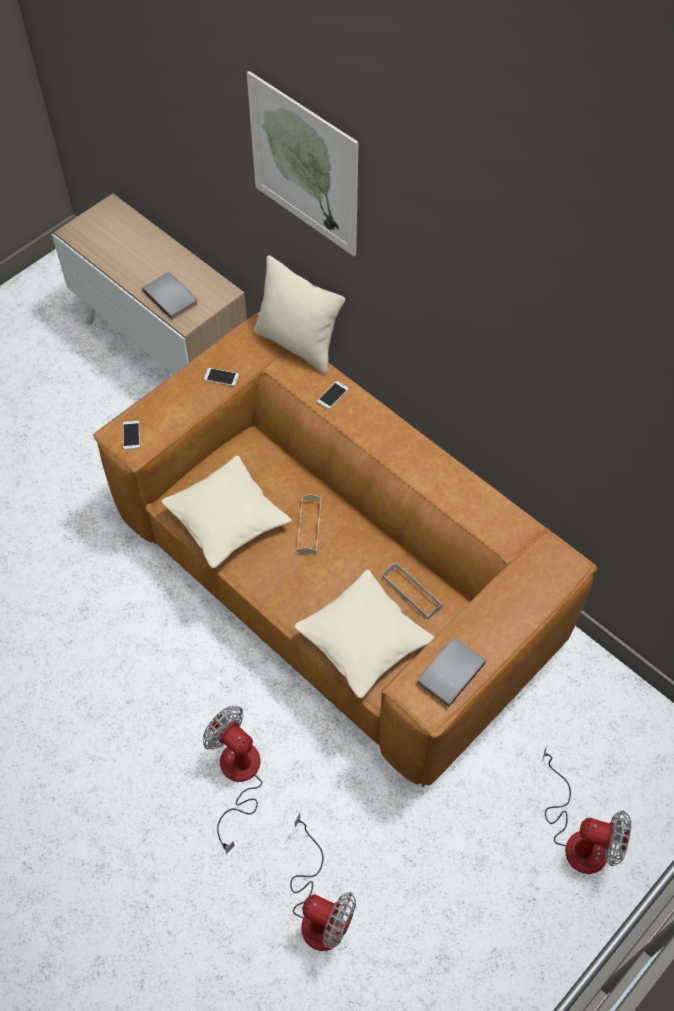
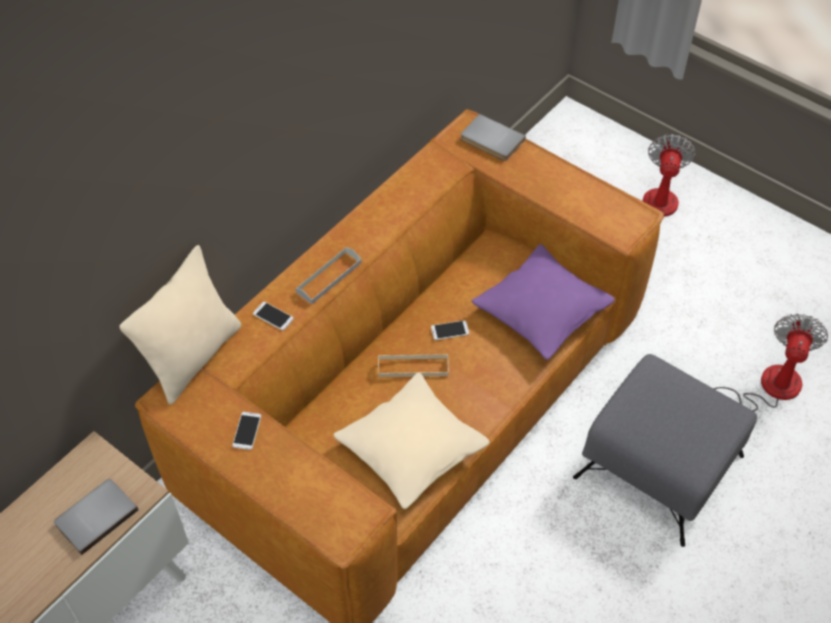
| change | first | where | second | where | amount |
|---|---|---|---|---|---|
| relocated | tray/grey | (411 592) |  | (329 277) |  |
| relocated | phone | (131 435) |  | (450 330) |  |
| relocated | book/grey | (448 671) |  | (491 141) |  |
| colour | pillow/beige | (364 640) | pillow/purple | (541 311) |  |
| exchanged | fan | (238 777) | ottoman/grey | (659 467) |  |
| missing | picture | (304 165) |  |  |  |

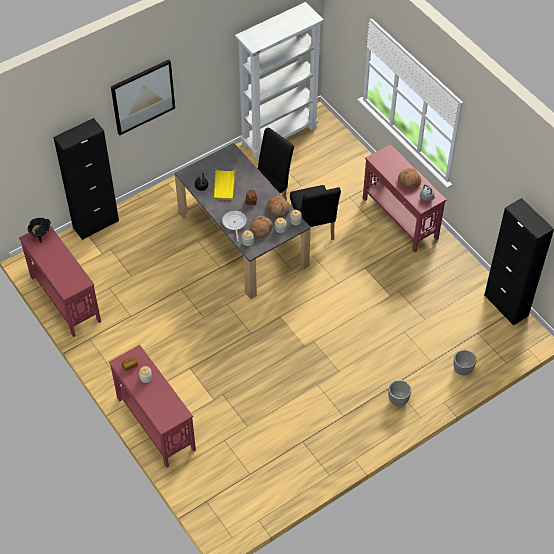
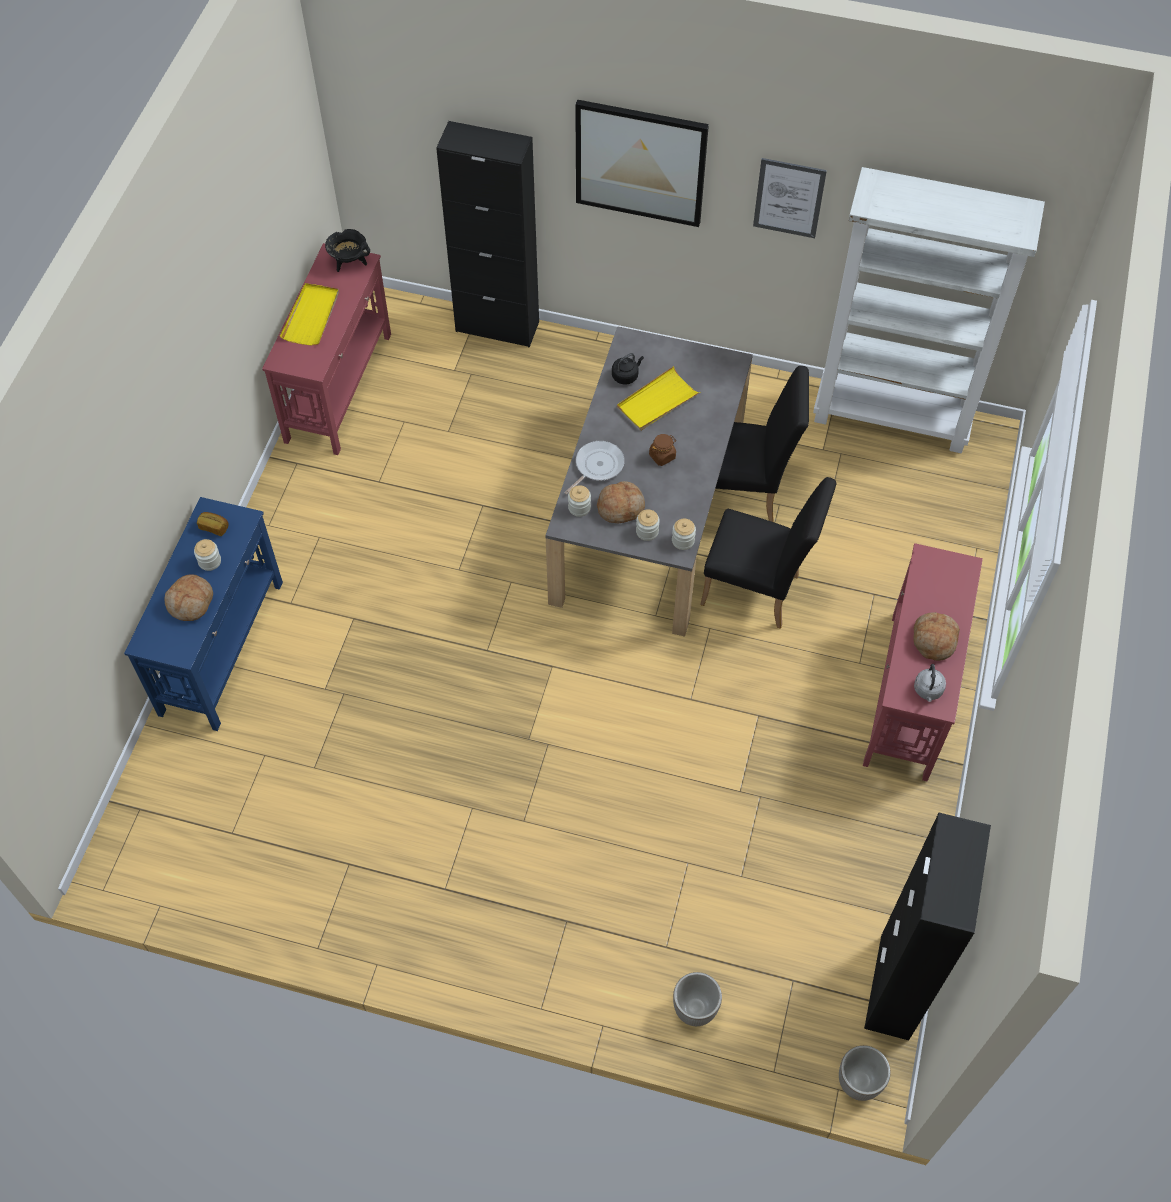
| change | first | where | second | where | amount |
|---|---|---|---|---|---|
| colour | console table/red | (156 423) | console table/blue | (223 646) |  |
| relocated | bread | (278 209) |  | (191 602) |  |
| appeared |  |  | tray/yellow | (311 316) |  |
| spun | chair/black | (313 230) |  | (758 592) | 105 degrees counterclockwise |
| appeared |  |  | picture | (789 198) |  |
| relocated | planter | (397 400) |  | (858 1081) |  |

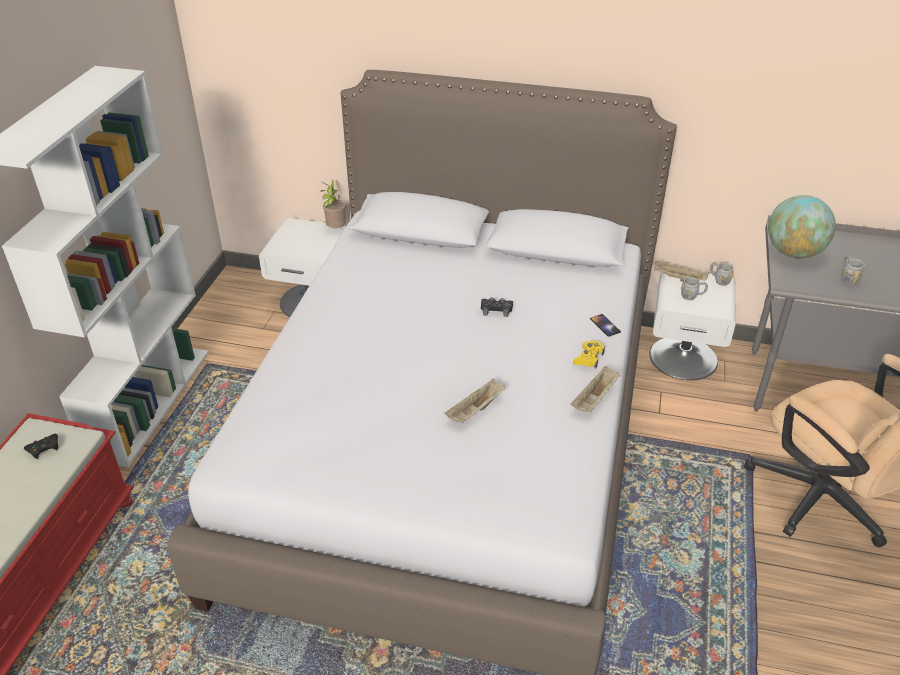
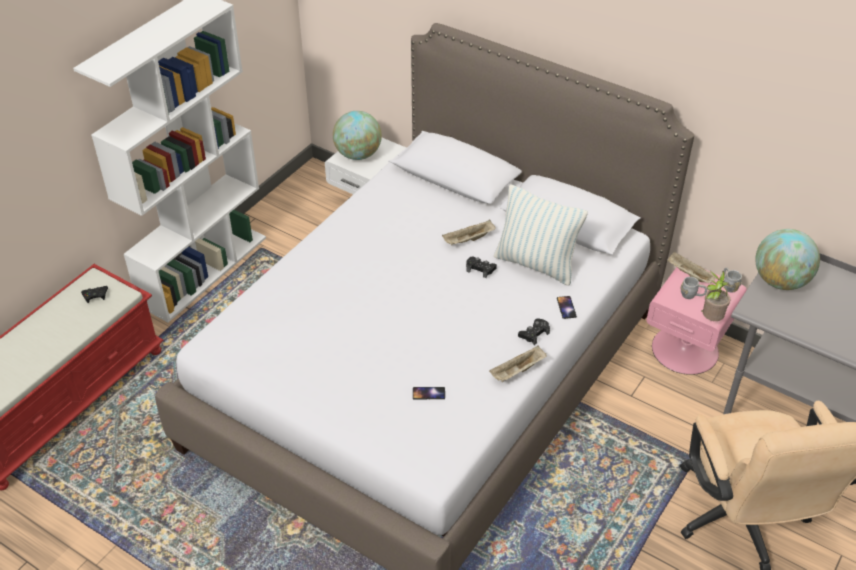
| change | first | where | second | where | amount |
|---|---|---|---|---|---|
| appeared |  |  | globe | (358 154) |  |
| appeared |  |  | phone | (428 393) |  |
| relocated | tray/beige | (475 411) |  | (468 240) |  |
| appeared |  |  | pillow | (536 264) |  |
| colour | game controller/yellow | (588 358) | game controller/black | (534 334) |  |
| colour | nightstand/white | (683 357) | nightstand/pink | (685 349) |  |
| relocated | potted plant | (335 229) |  | (710 319) |  |
| missing | mug/grey | (847 277) |  |  |  |

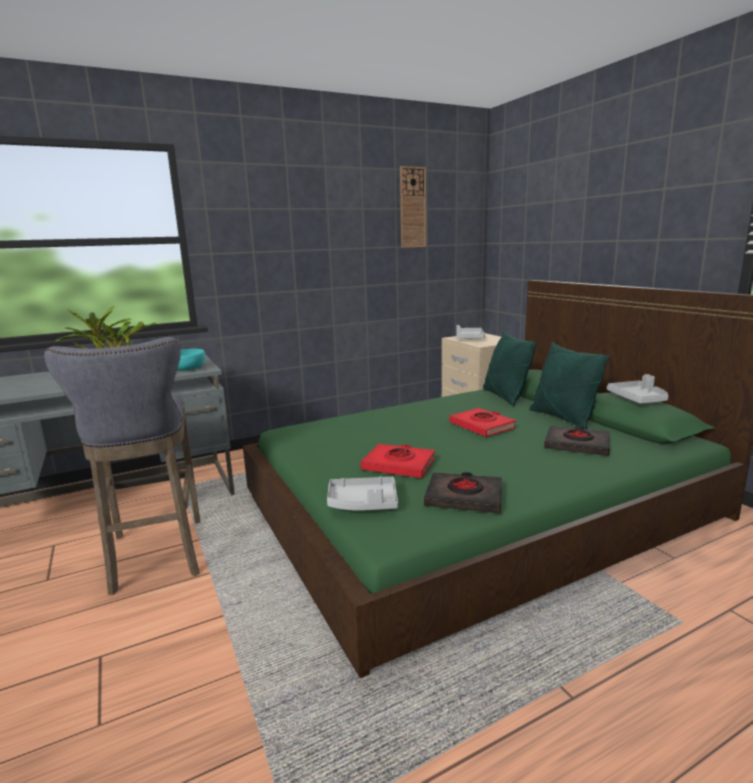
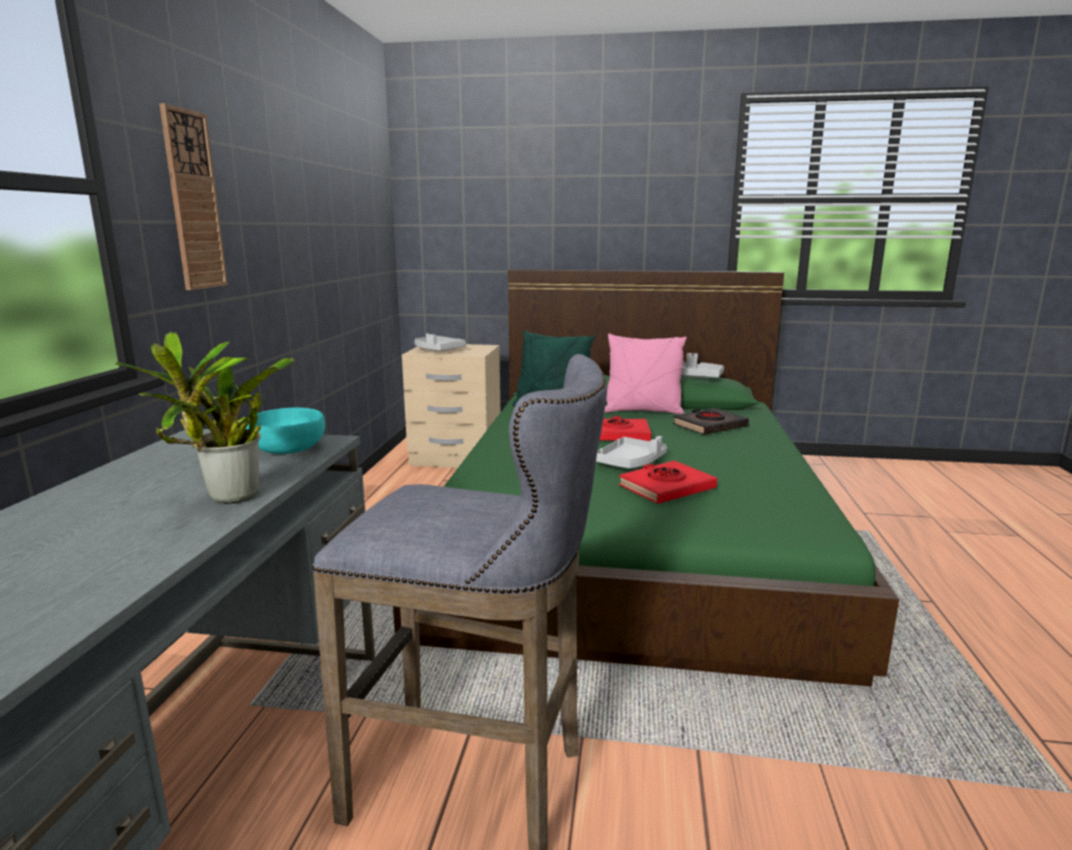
| change | first | where | second | where | amount |
|---|---|---|---|---|---|
| relocated | wall clock | (412 208) |  | (193 201) |  |
| relocated | tray/grey | (363 503) |  | (630 462) |  |
| colour | pillow/green | (562 418) | pillow/pink | (642 411) |  |
| missing | book/black | (464 498) |  |  |  |

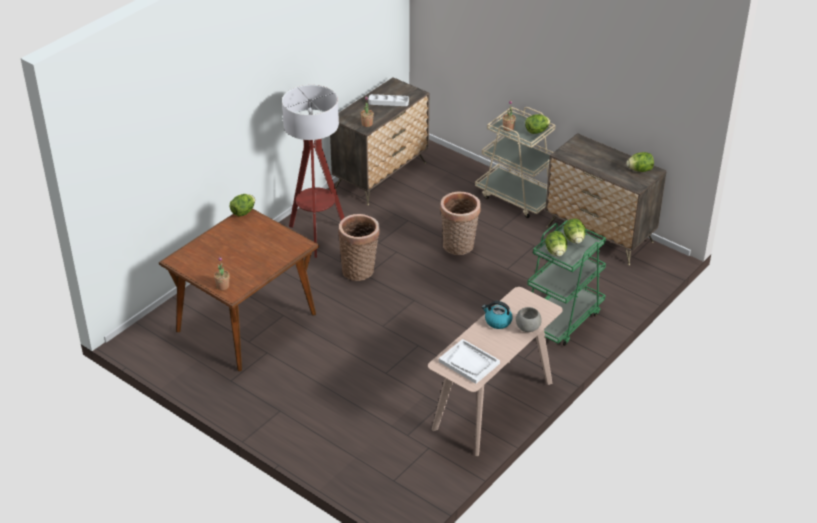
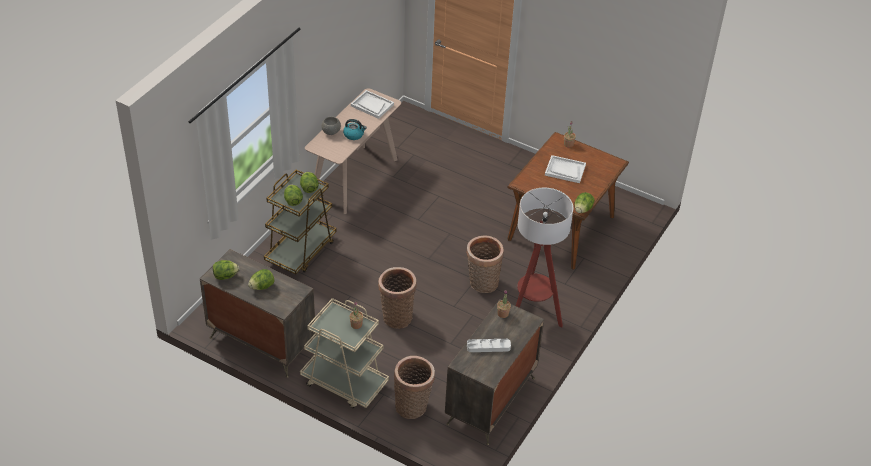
| change | first | where | second | where | amount |
|---|---|---|---|---|---|
| relocated | lettuce | (536 131) |  | (262 286) |  |
| colour | cart/green | (562 319) | cart/brown | (301 251) |  |
| appeared |  |  | basket | (413 406) |  |
| appeared |  |  | tray/white | (565 170) |  |

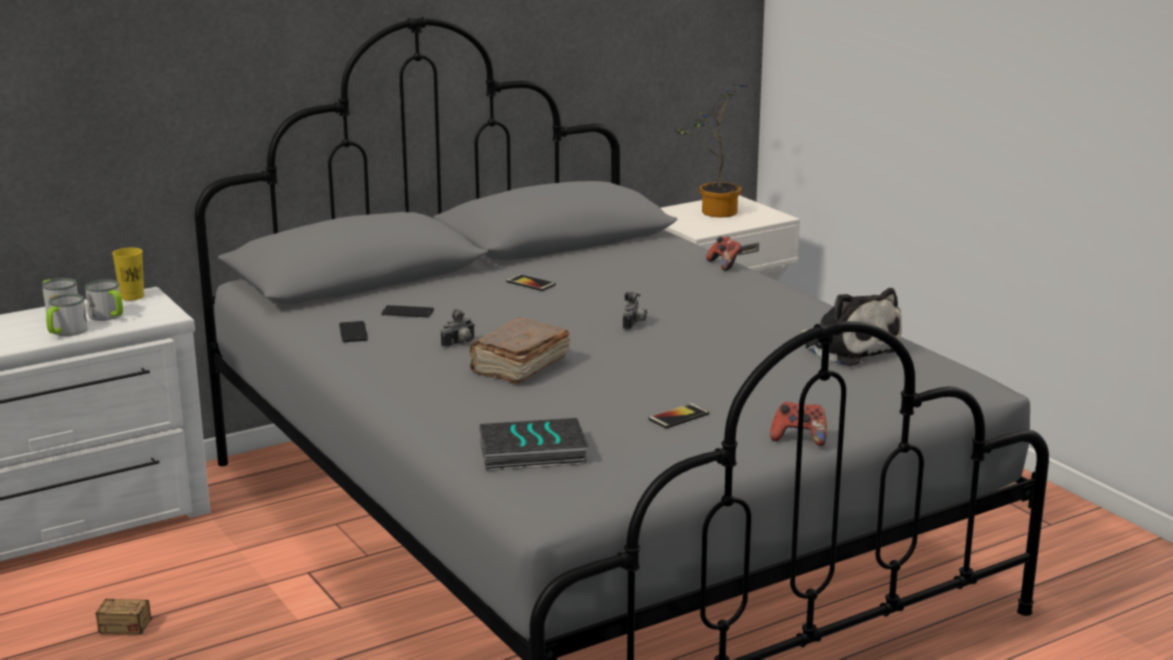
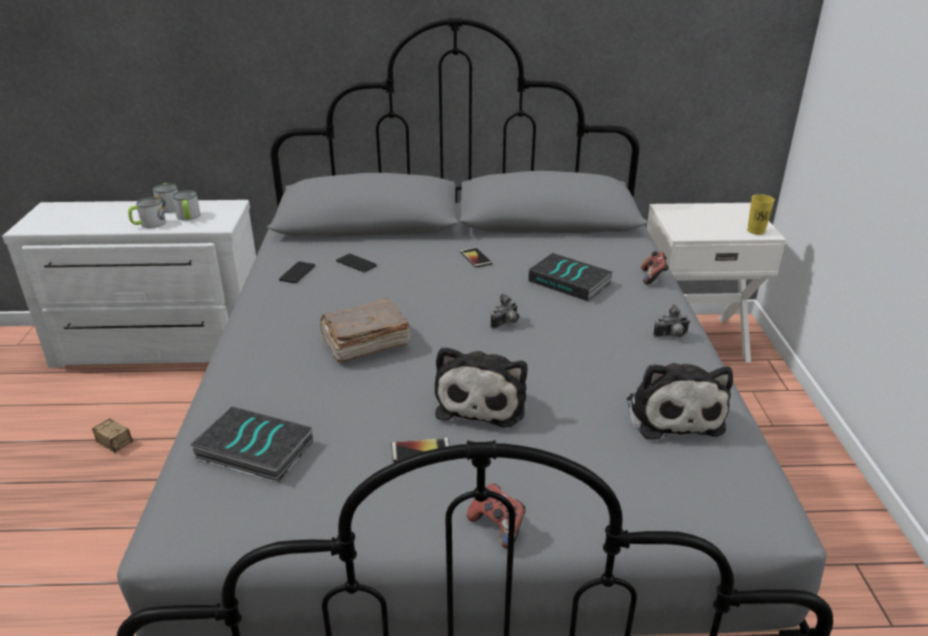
| change | first | where | second | where | amount |
|---|---|---|---|---|---|
| appeared |  |  | plush toy | (482 401) |  |
| appeared |  |  | book | (571 282) |  |
| relocated | photo camera | (460 344) |  | (672 336) |  |
| relocated | cup/yellow | (132 297) |  | (756 231) |  |
| missing | potted plant | (713 212) |  |  |  |

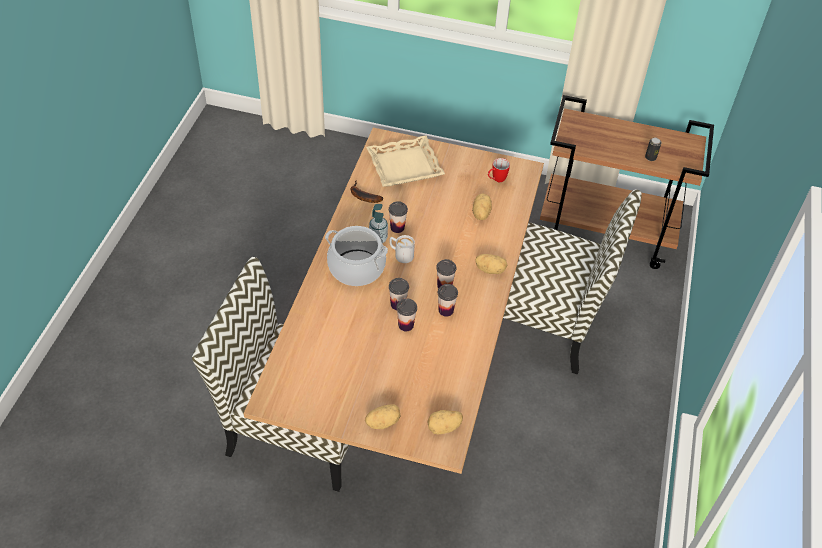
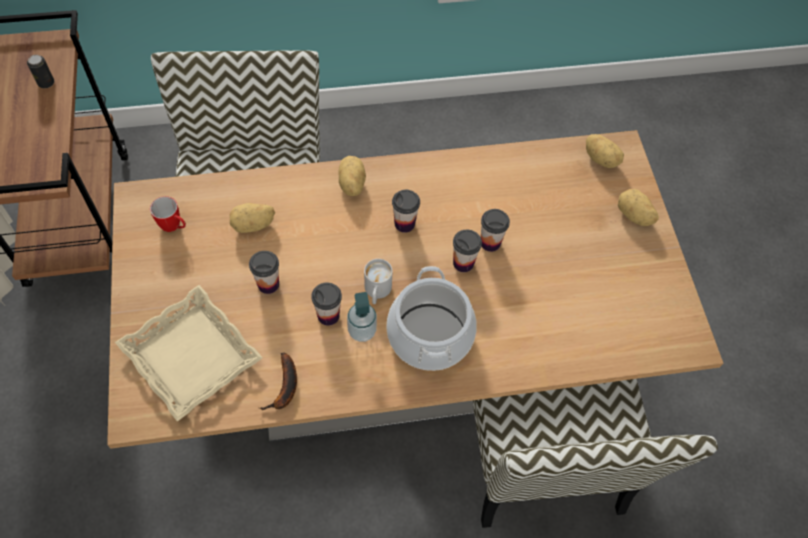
| change | first | where | second | where | amount |
|---|---|---|---|---|---|
| relocated | cup | (446 310) |  | (268 284) |  |

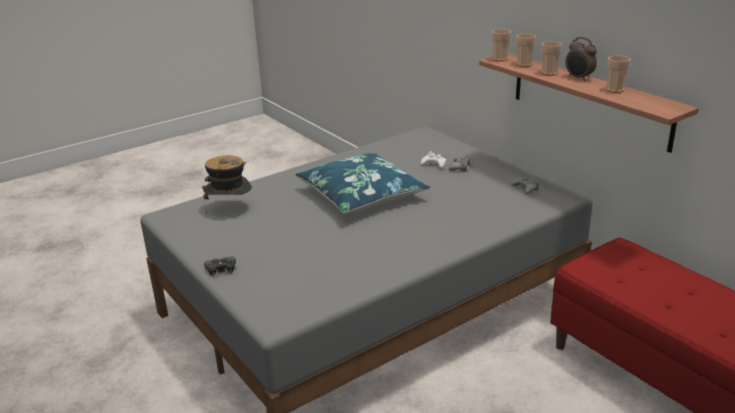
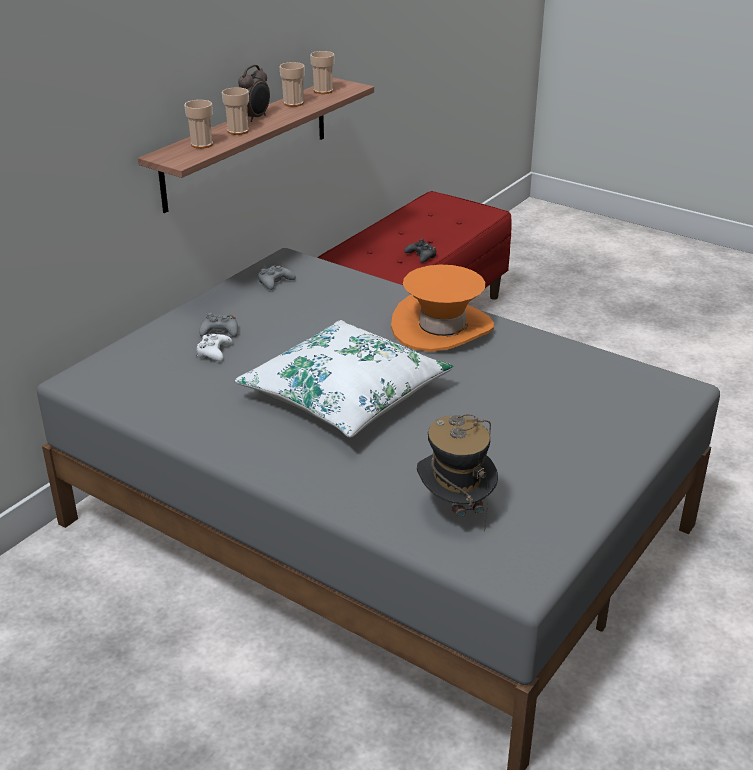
| change | first | where | second | where | amount |
|---|---|---|---|---|---|
| colour | pillow/blue | (361 195) | pillow/white | (345 394) |  |
| relocated | cup | (500 59) |  | (323 91) |  |
| appeared |  |  | hat/orange | (442 328) |  |
| relocated | game controller/black | (221 269) |  | (421 256) |  |

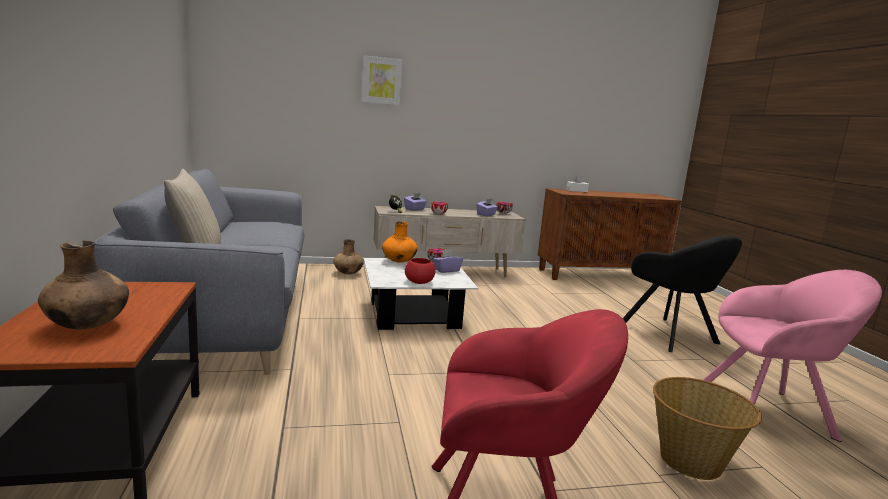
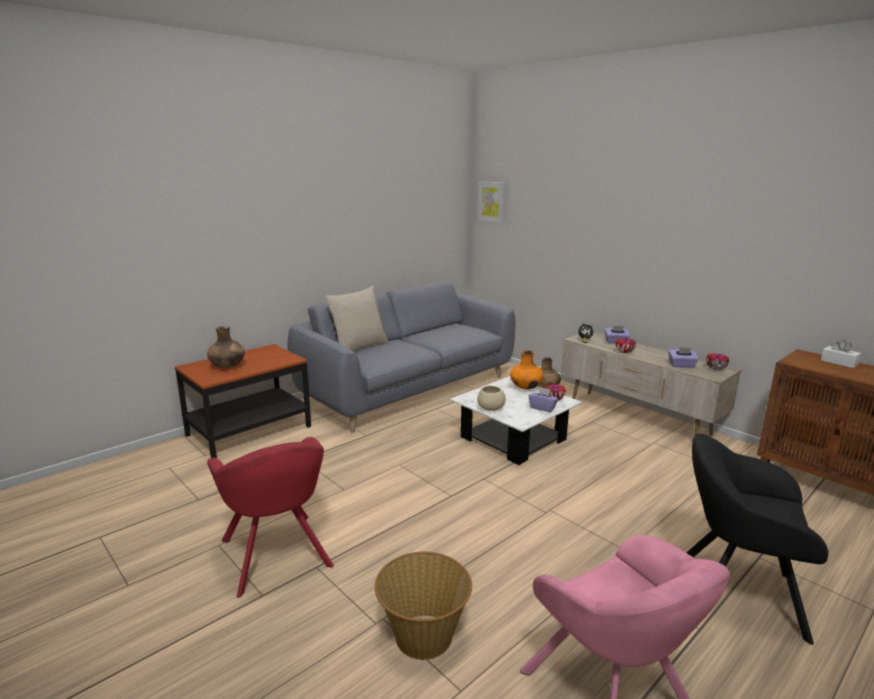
| change | first | where | second | where | amount |
|---|---|---|---|---|---|
| relocated | picture | (381 80) |  | (492 201) |  |
| colour | bowl/red | (419 282) | bowl/beige | (490 408) |  |
| spun | armchair/black | (671 336) |  | (734 591) | 75 degrees clockwise |

